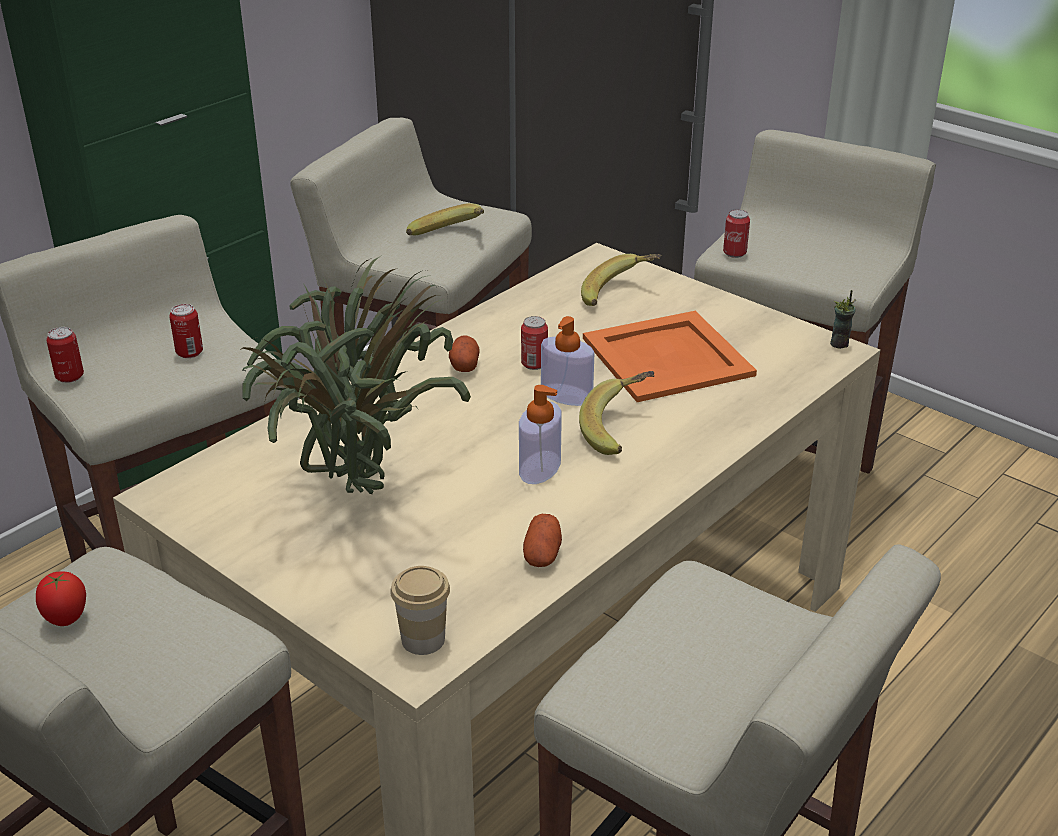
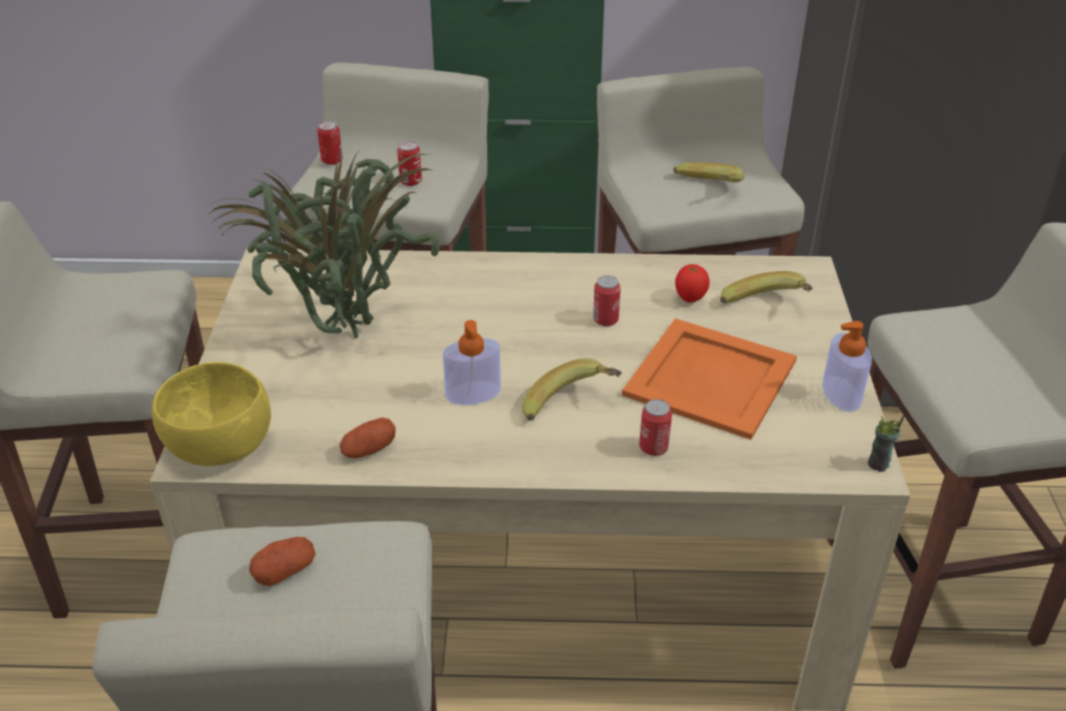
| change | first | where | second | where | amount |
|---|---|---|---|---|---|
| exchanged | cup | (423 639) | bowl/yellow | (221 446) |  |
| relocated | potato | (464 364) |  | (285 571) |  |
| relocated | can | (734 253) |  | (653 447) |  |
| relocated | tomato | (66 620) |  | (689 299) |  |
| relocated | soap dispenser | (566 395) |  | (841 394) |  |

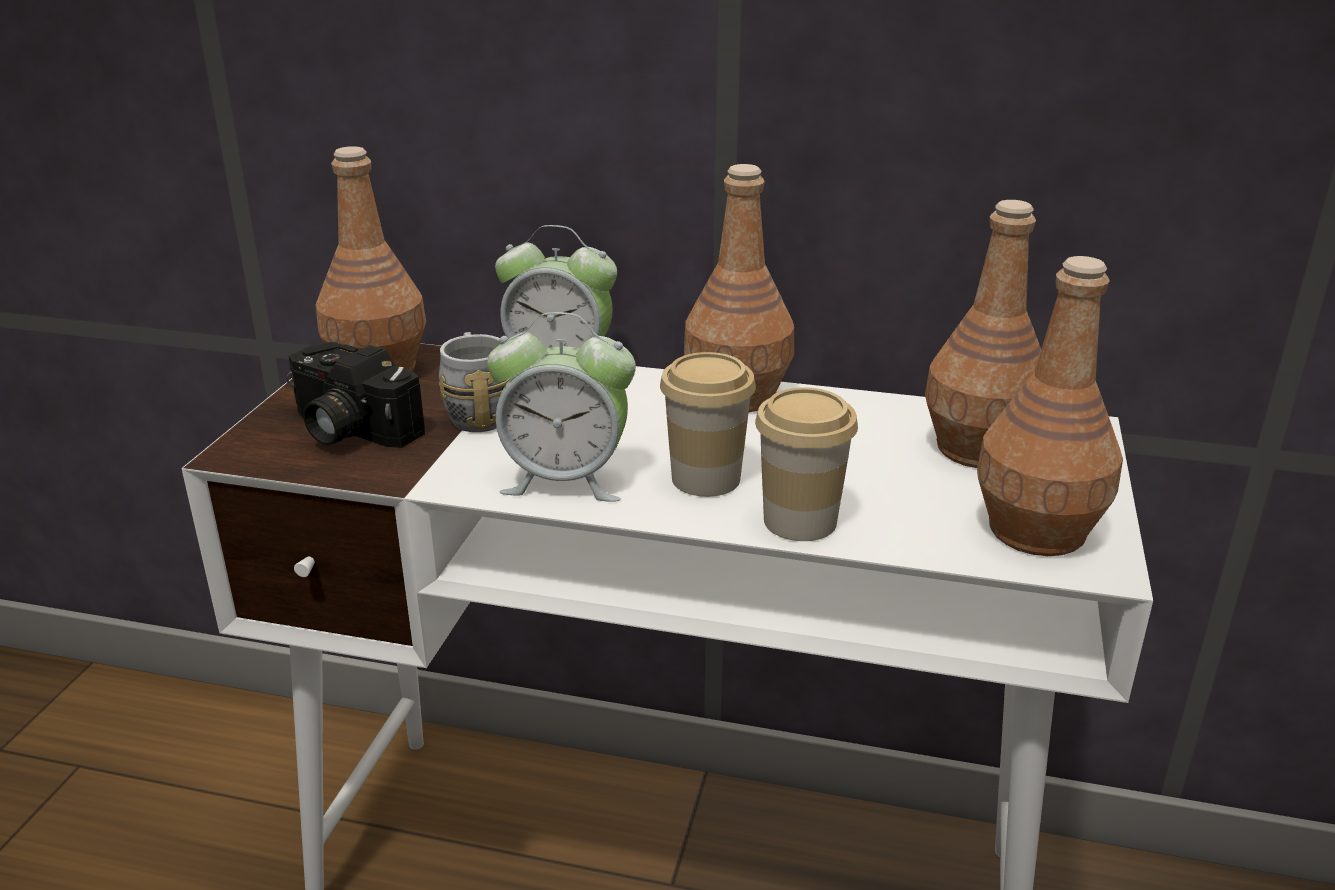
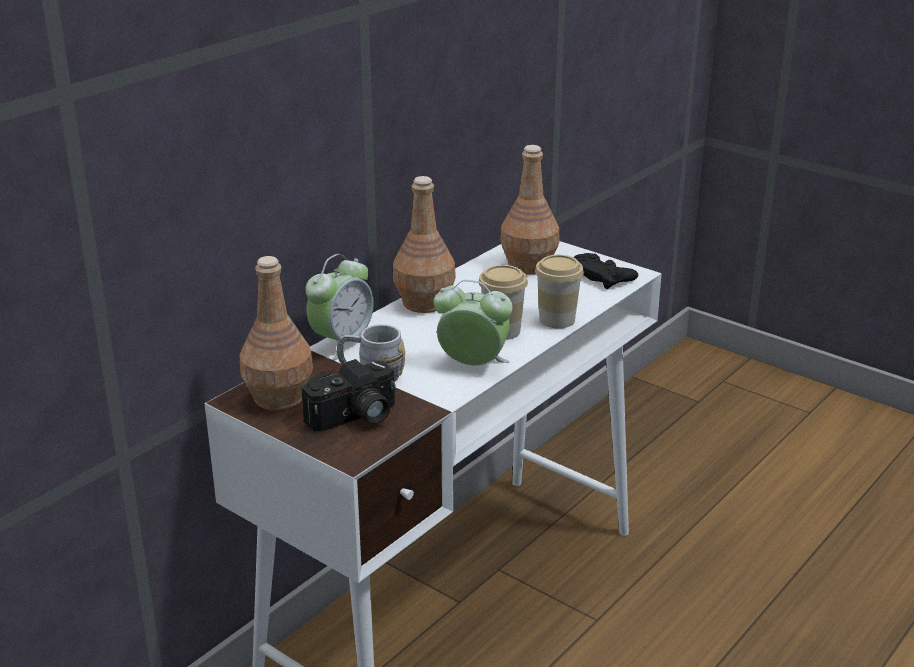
| change | first | where | second | where | amount |
|---|---|---|---|---|---|
| spun | alarm clock | (566 480) |  | (473 365) | 105 degrees counterclockwise |
| exchanged | bottle/brown | (1035 530) | game controller/black | (601 276) |  |

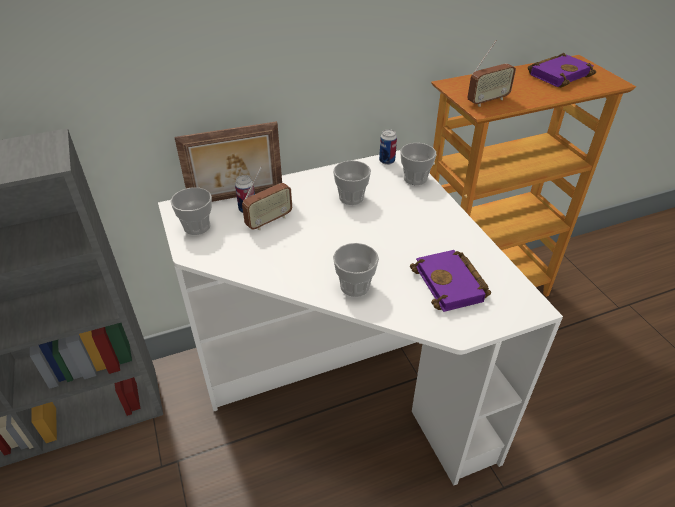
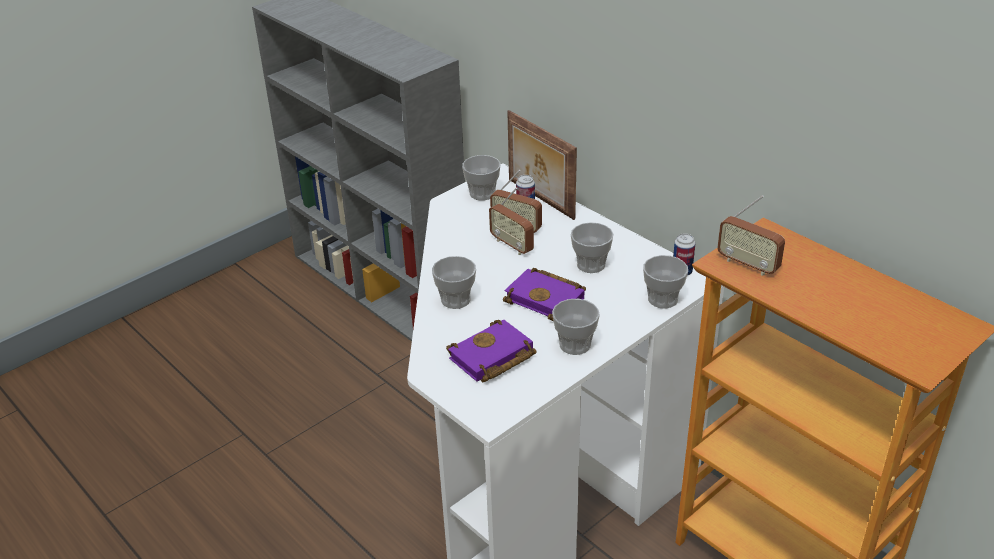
| change | first | where | second | where | amount |
|---|---|---|---|---|---|
| appeared |  |  | radio | (512 245) |  |
| relocated | book/purple | (559 74) |  | (547 299) |  |
| appeared |  |  | cup | (575 344) |  |

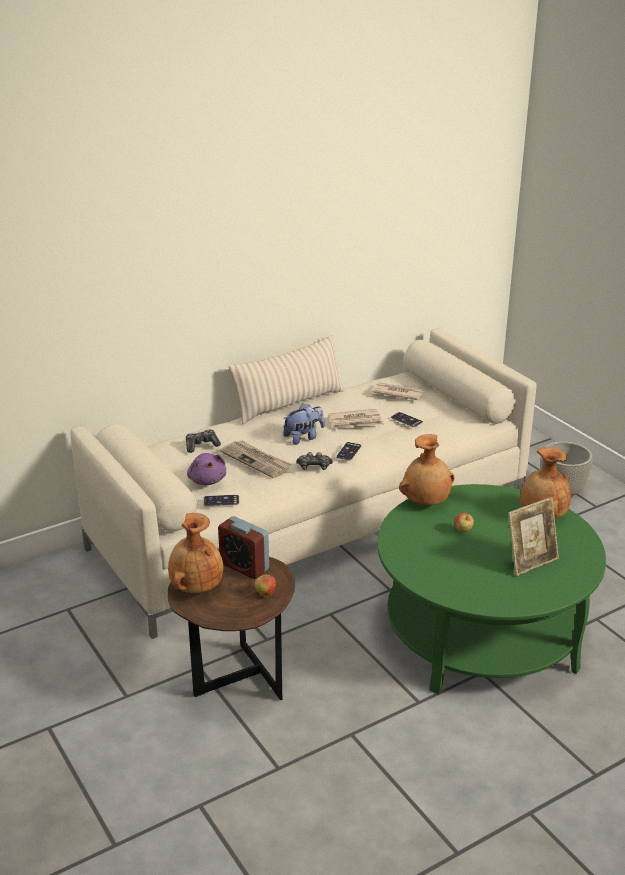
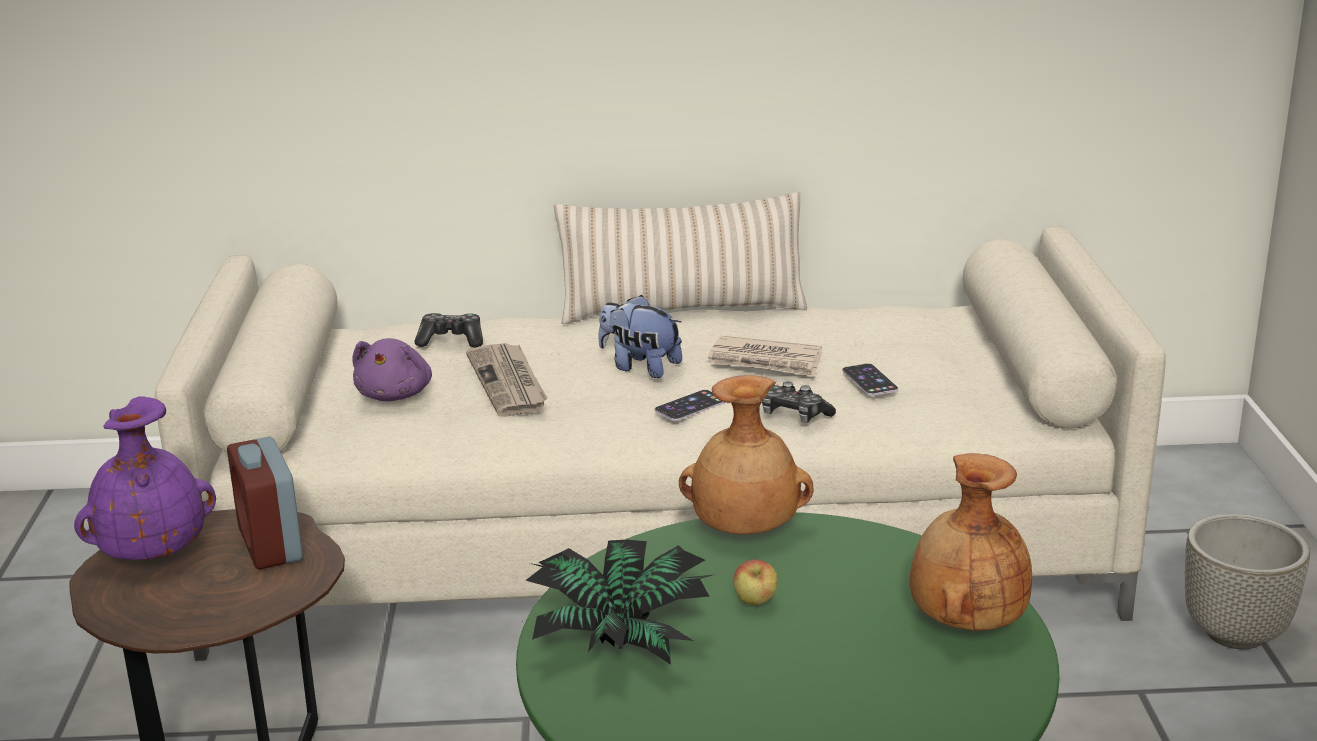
| change | first | where | second | where | amount |
|---|---|---|---|---|---|
| colour | vase/brown | (196 586) | vase/purple | (152 553) |  |
| appeared |  |  | potted plant | (620 638) |  |
| spun | plush toy | (303 437) |  | (640 367) | 150 degrees counterclockwise |
| relocated | game controller | (314 467) |  | (793 415) |  |
| missing | phone | (221 501) |  |  |  |
| missing | apple | (265 594) |  |  |  |
| missing | newspaper | (397 393) |  |  |  |
| missing | picture frame | (530 562) |  |  |  |

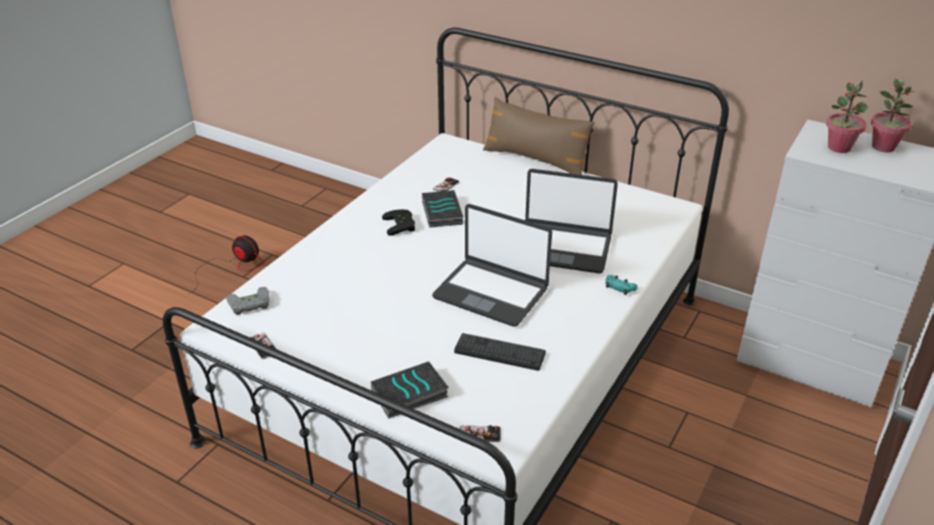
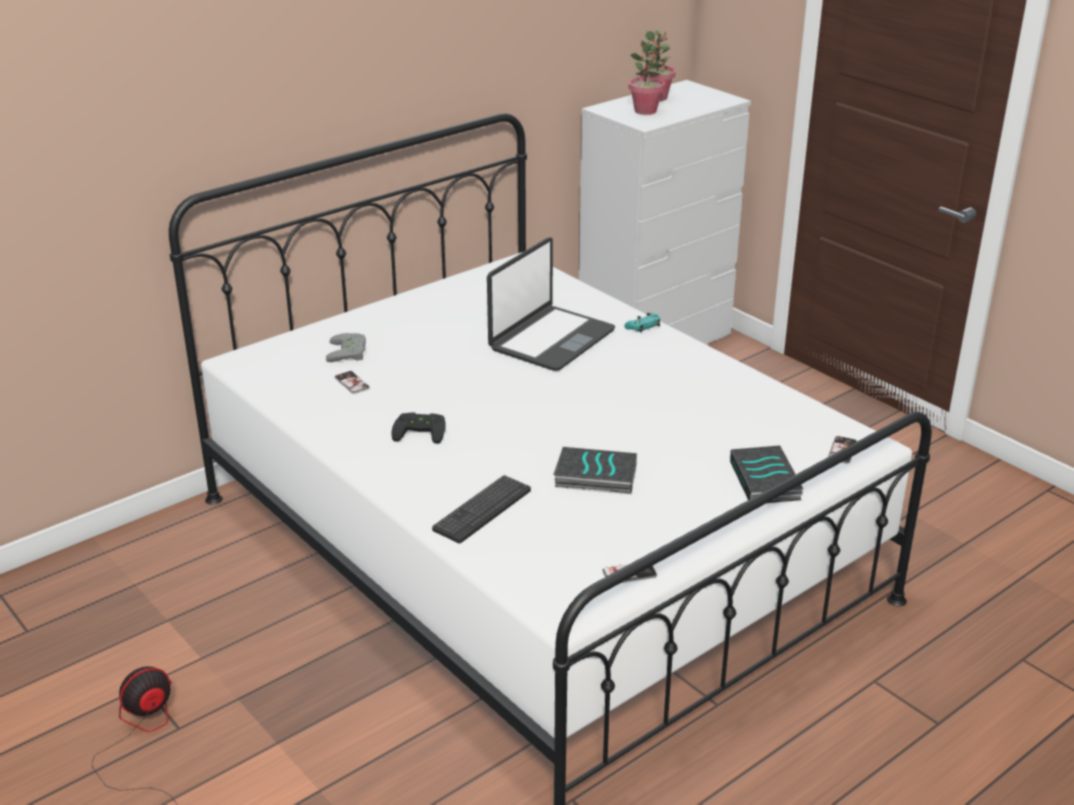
| change | first | where | second | where | amount |
|---|---|---|---|---|---|
| relocated | game controller/grey | (249 305) |  | (350 352) |  |
| relocated | keyboard | (499 352) |  | (482 510) |  |
| relocated | book | (440 212) |  | (594 477) |  |
| missing | laptop | (491 292) |  |  |  |
| missing | pillow/brown | (535 160) |  |  |  |

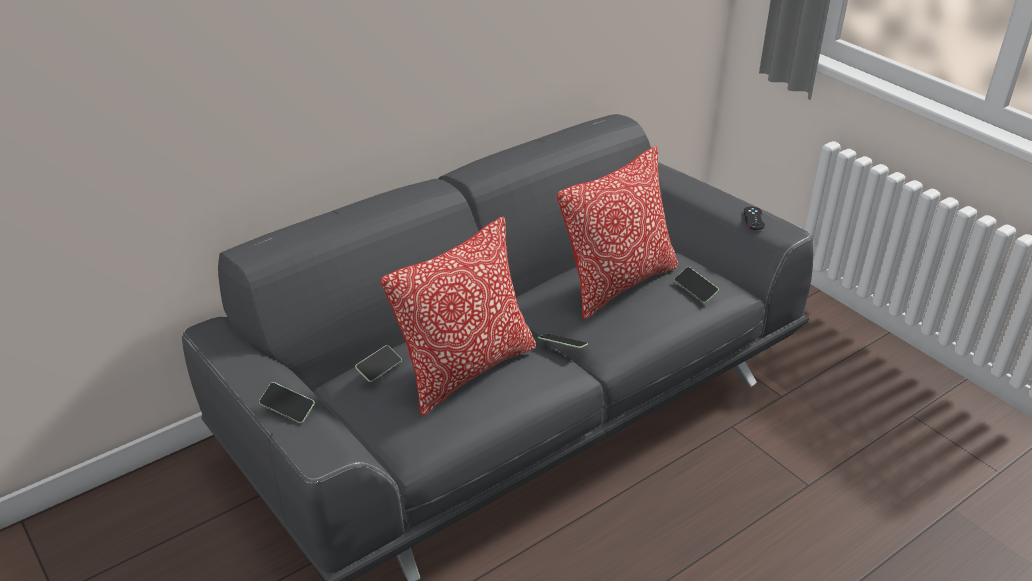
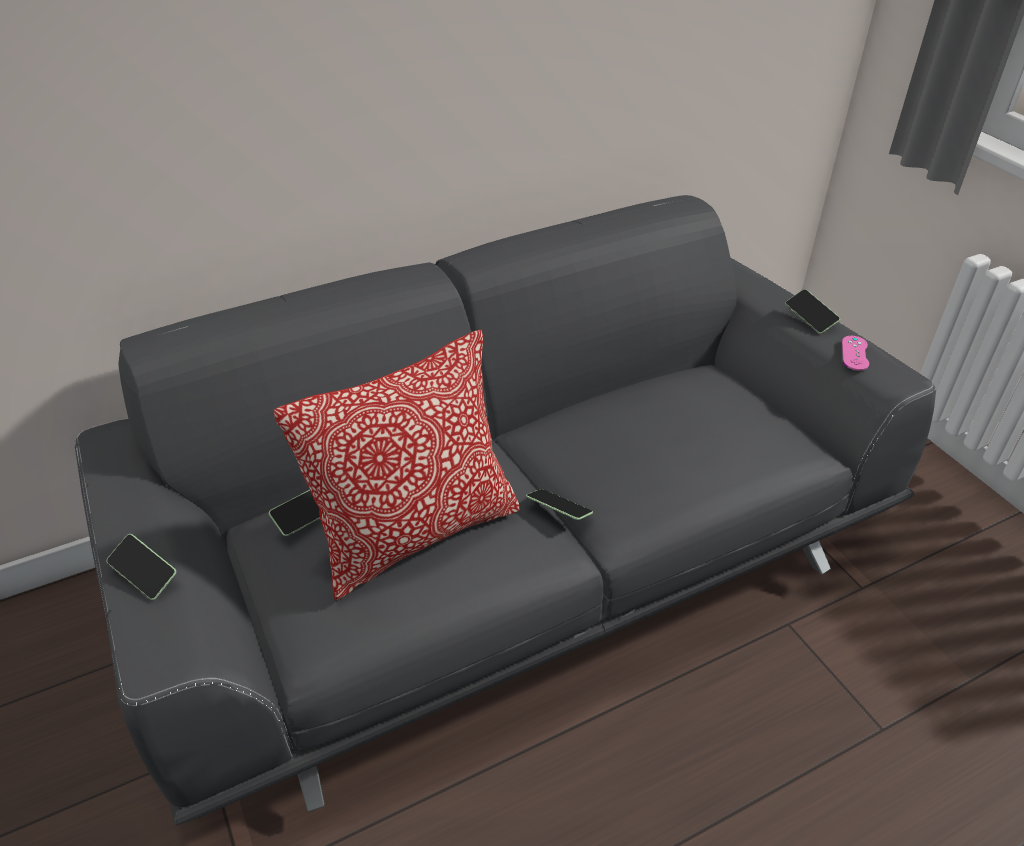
| change | first | where | second | where | amount |
|---|---|---|---|---|---|
| relocated | phone | (695 290) |  | (810 317) |  |
| colour | game controller/black | (754 218) | game controller/pink | (855 353) |  |
| missing | pillow | (617 283) |  |  |  |

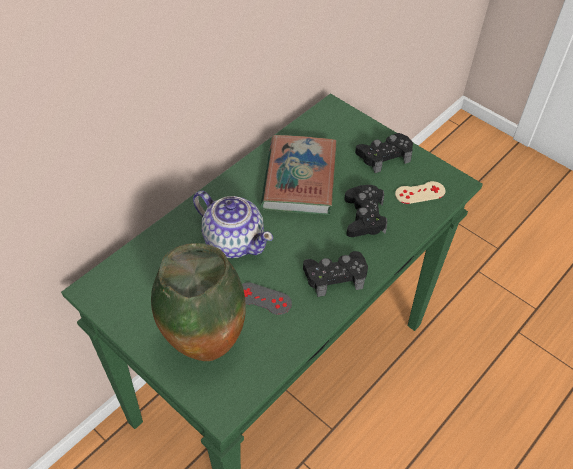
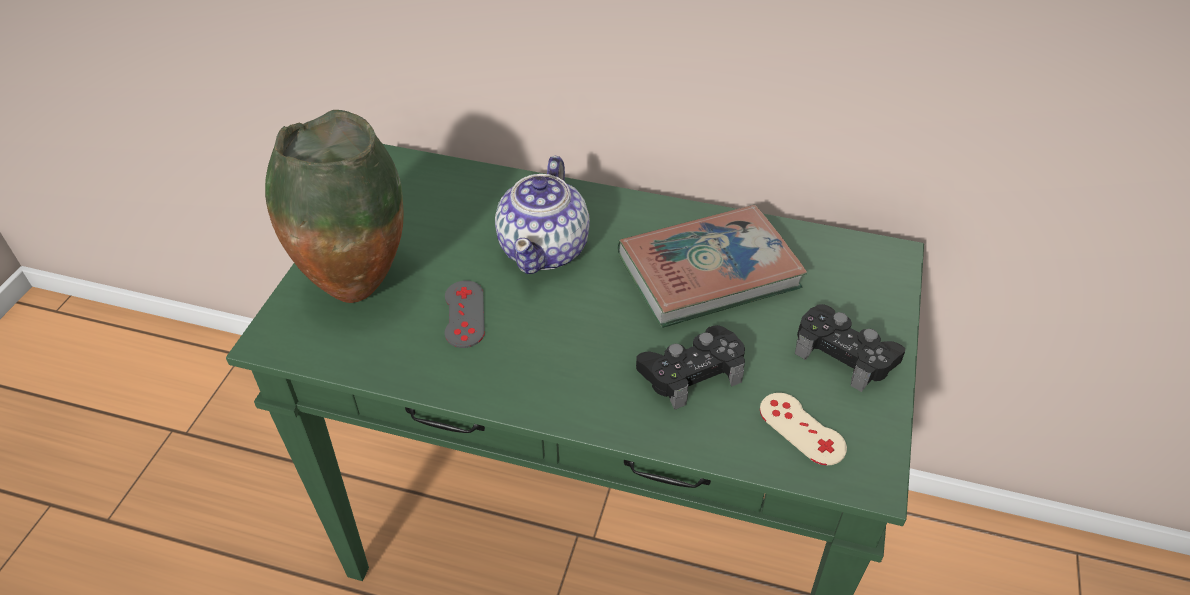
| change | first | where | second | where | amount |
|---|---|---|---|---|---|
| missing | game controller/black | (335 276) |  |  |  |

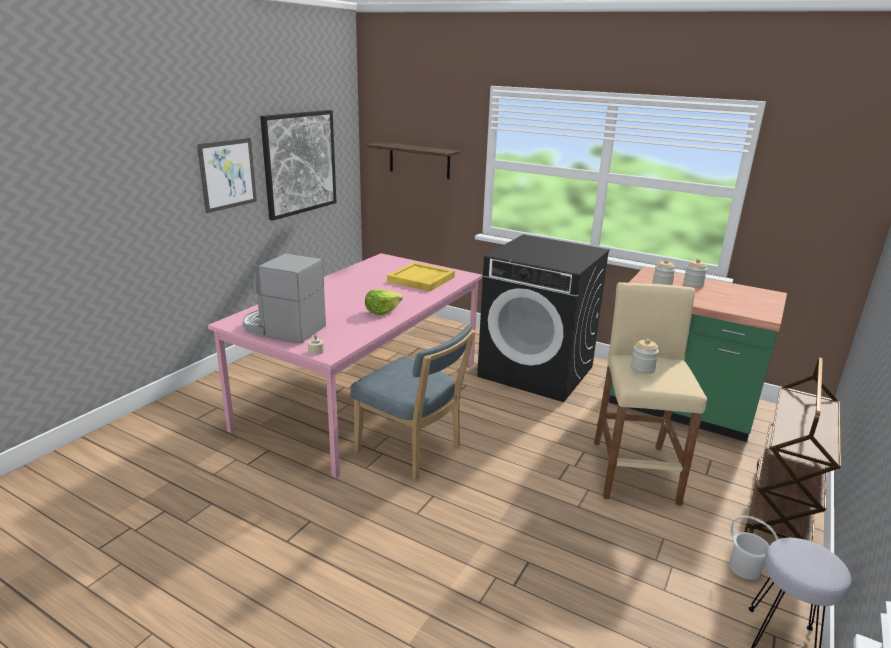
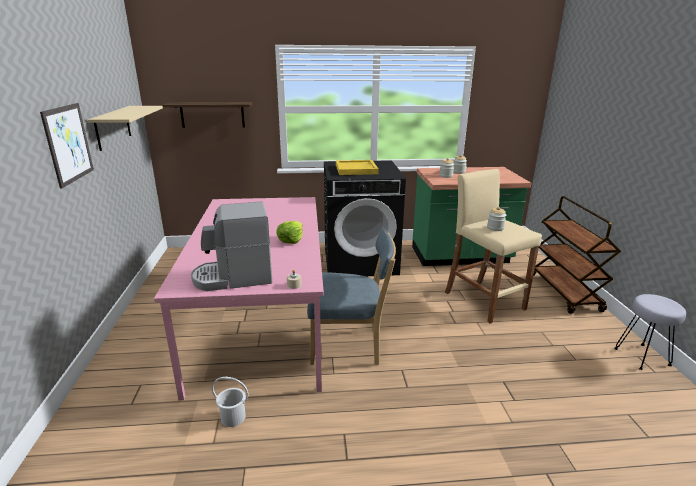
| change | first | where | second | where | amount |
|---|---|---|---|---|---|
| exchanged | picture | (300 163) | shelf/beige | (113 127) |  |
| relocated | bucket/white | (744 568) |  | (233 418) |  |
| relocated | tray/yellow | (421 279) |  | (356 169) |  |

